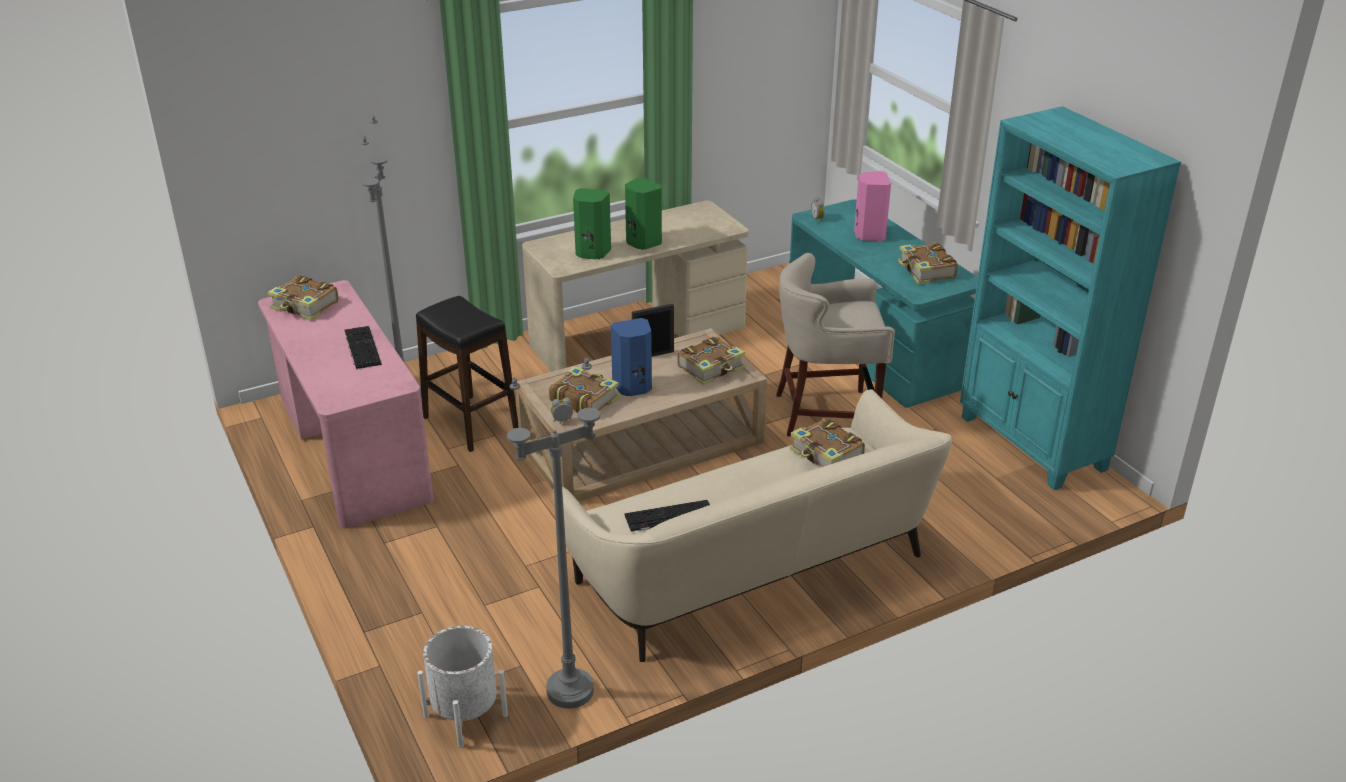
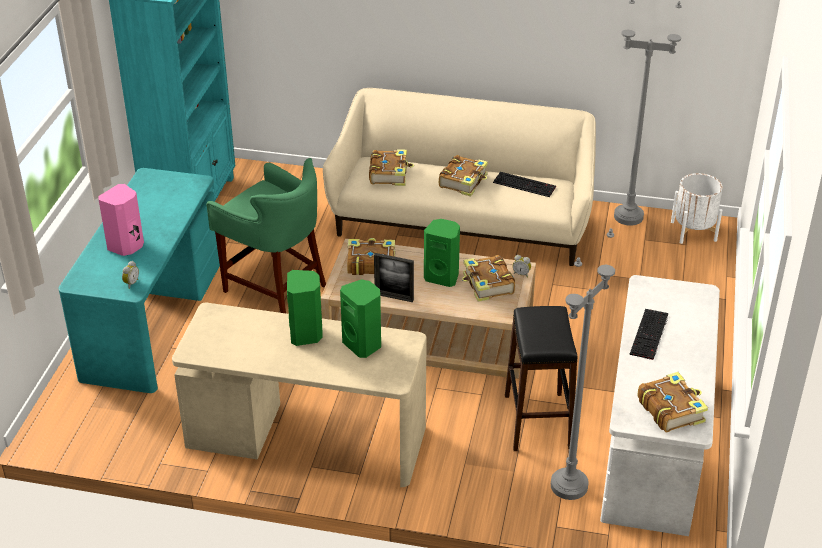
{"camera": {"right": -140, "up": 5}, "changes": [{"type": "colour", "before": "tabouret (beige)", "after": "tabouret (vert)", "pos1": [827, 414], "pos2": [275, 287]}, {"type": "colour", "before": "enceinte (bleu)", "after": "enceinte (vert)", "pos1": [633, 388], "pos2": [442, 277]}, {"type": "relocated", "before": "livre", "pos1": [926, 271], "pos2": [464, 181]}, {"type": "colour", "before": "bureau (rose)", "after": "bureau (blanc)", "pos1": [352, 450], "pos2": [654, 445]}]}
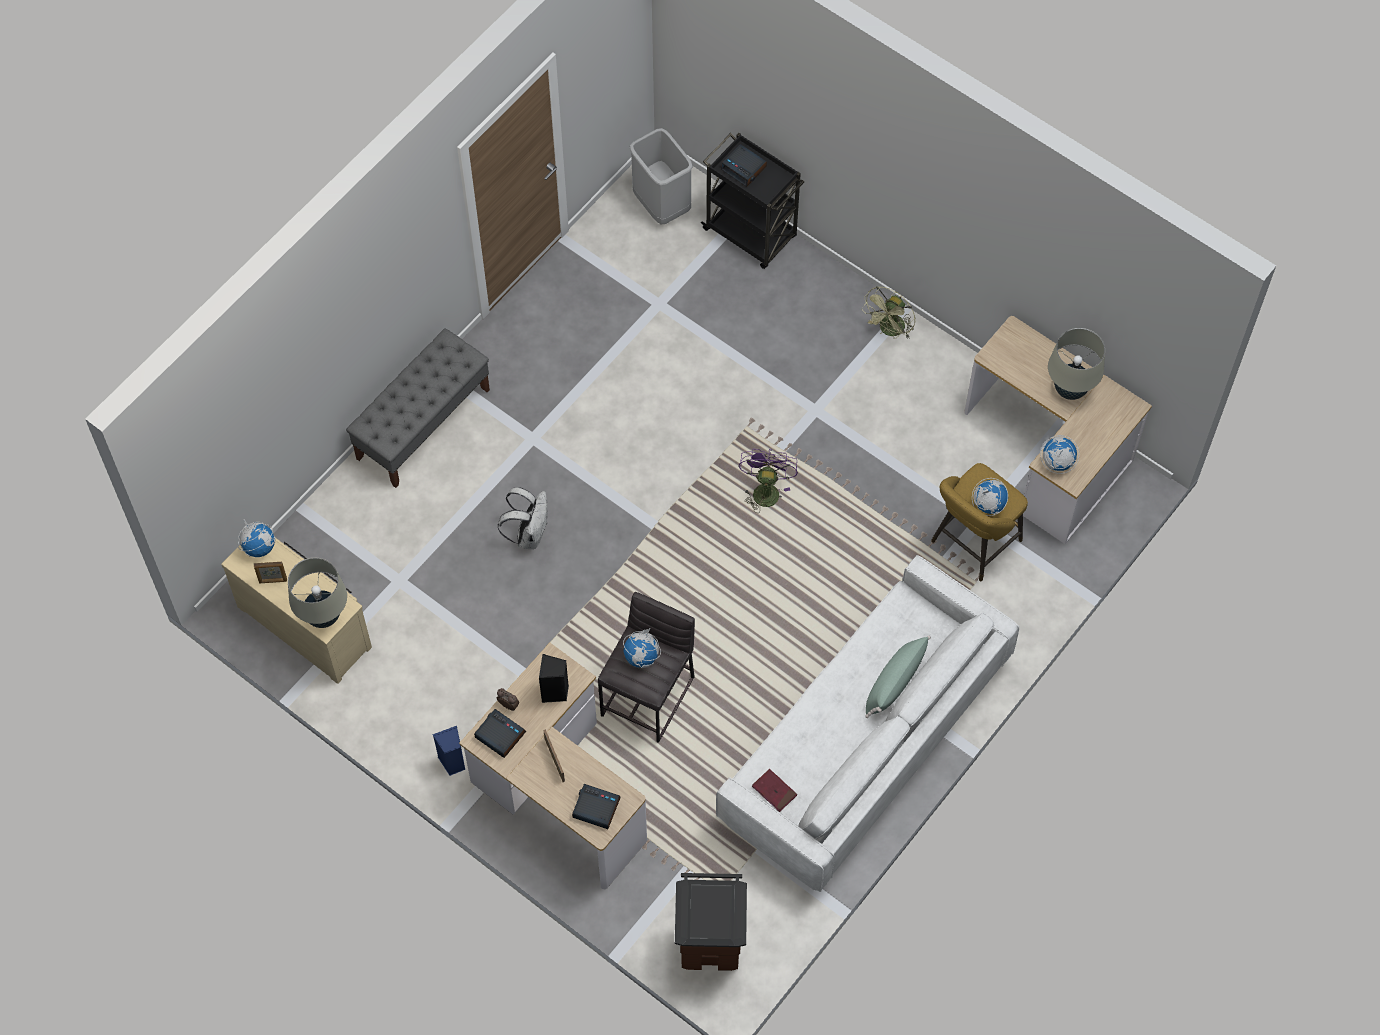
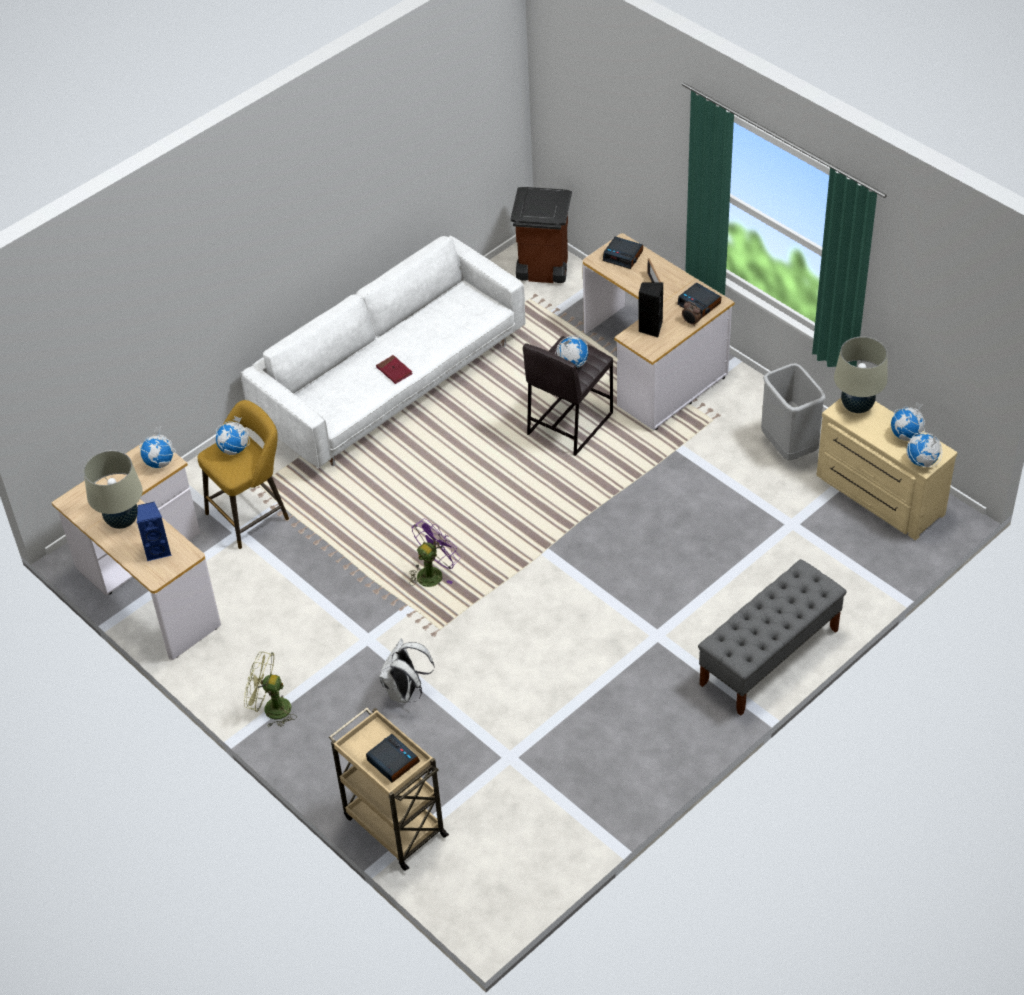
{"camera": {"right": -170, "up": -15}, "changes": [{"type": "relocated", "before": "enceinte (bleu)", "pos1": [453, 762], "pos2": [158, 550]}, {"type": "spun", "before": "ventilateur (vert)", "pos1": [889, 330], "pos2": [271, 709], "turn": -120}, {"type": "colour", "before": "chariot (noir)", "after": "chariot (beige)", "pos1": [751, 234], "pos2": [393, 825]}, {"type": "relocated", "before": "livre (rouge)", "pos1": [774, 791], "pos2": [394, 371]}, {"type": "relocated", "before": "sac à dos (blanc)", "pos1": [529, 534], "pos2": [406, 692]}, {"type": "spun", "before": "ventilateur (violet)", "pos1": [765, 489], "pos2": [433, 573], "turn": -150}, {"type": "relocated", "before": "poubelle (gris)", "pos1": [661, 206], "pos2": [789, 447]}, {"type": "exchanged", "before": "cadre photo", "after": "globe", "pos1": [273, 581], "pos2": [906, 435]}, {"type": "missing", "before": "coussin (vert)", "pos1": [894, 683]}]}
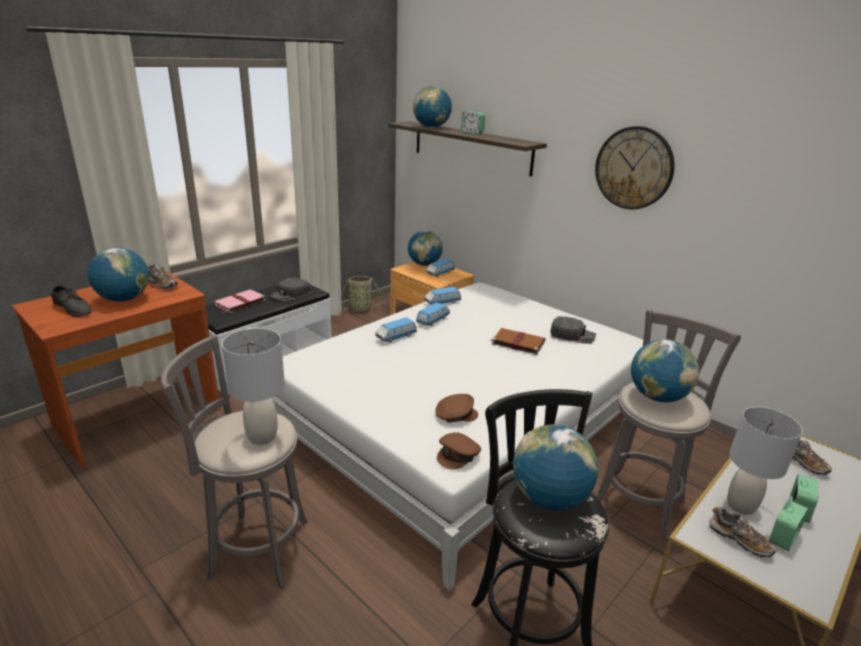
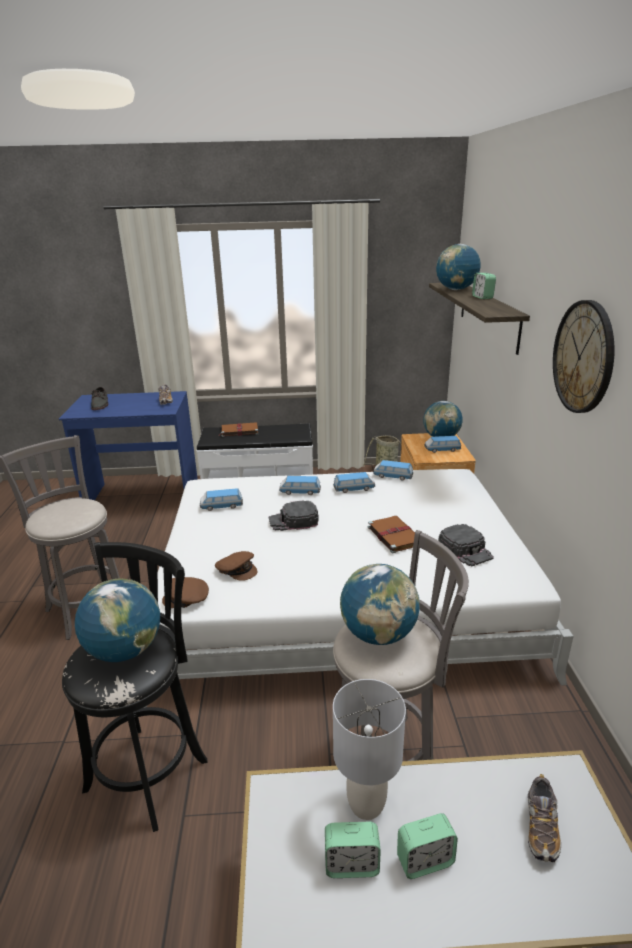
{"camera": {"right": 45, "up": 0}, "changes": [{"type": "colour", "before": "bureau (marron)", "after": "bureau (bleu)", "pos1": [139, 417], "pos2": [143, 497]}, {"type": "appeared", "after": "petite voiture", "pos2": [221, 506]}, {"type": "colour", "before": "livre (rose)", "after": "livre (marron)", "pos1": [239, 303], "pos2": [239, 431]}, {"type": "relocated", "before": "casquette (noir)", "pos1": [290, 294], "pos2": [293, 521]}, {"type": "missing", "before": "globe", "pos1": [124, 299]}, {"type": "missing", "before": "lampe de table (gris)", "pos1": [263, 437]}, {"type": "missing", "before": "chaussure", "pos1": [739, 540]}]}
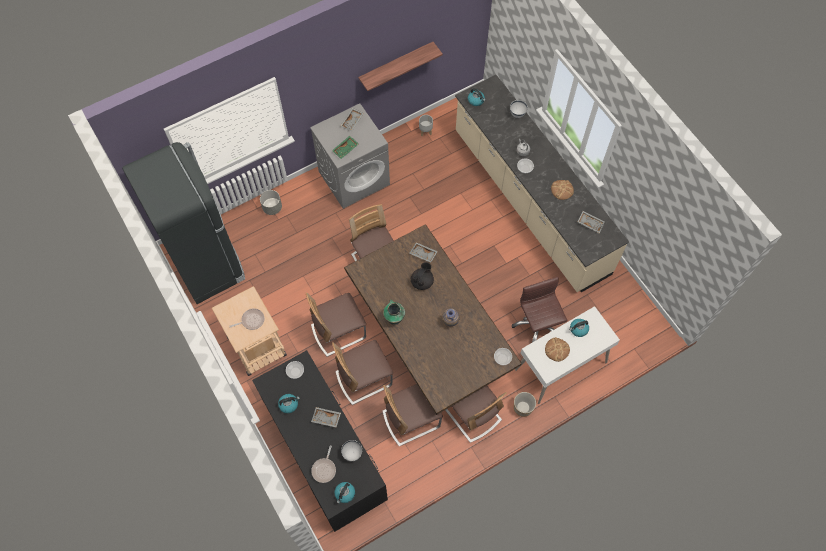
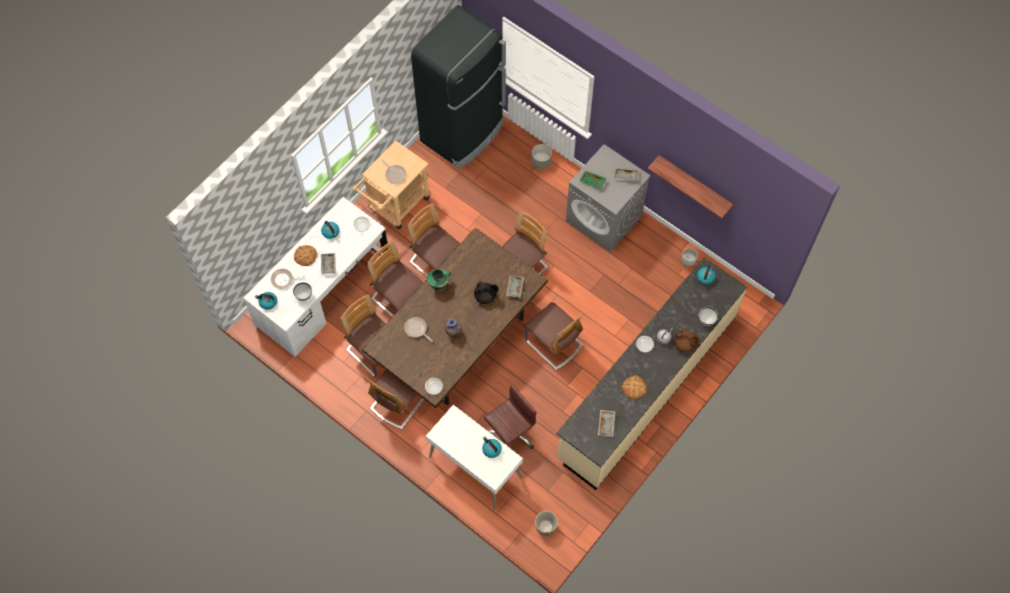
{"camera": {"right": 70, "up": 0}, "changes": [{"type": "colour", "before": "bureau (noir)", "after": "bureau (blanc)", "pos1": [324, 449], "pos2": [323, 291]}, {"type": "relocated", "before": "pain", "pos1": [557, 350], "pos2": [305, 256]}, {"type": "appeared", "after": "poêle", "pos2": [416, 329]}, {"type": "appeared", "after": "chaise", "pos2": [554, 343]}, {"type": "relocated", "before": "cache-pot", "pos1": [523, 408], "pos2": [545, 527]}, {"type": "appeared", "after": "théière (marron)", "pos2": [685, 344]}]}
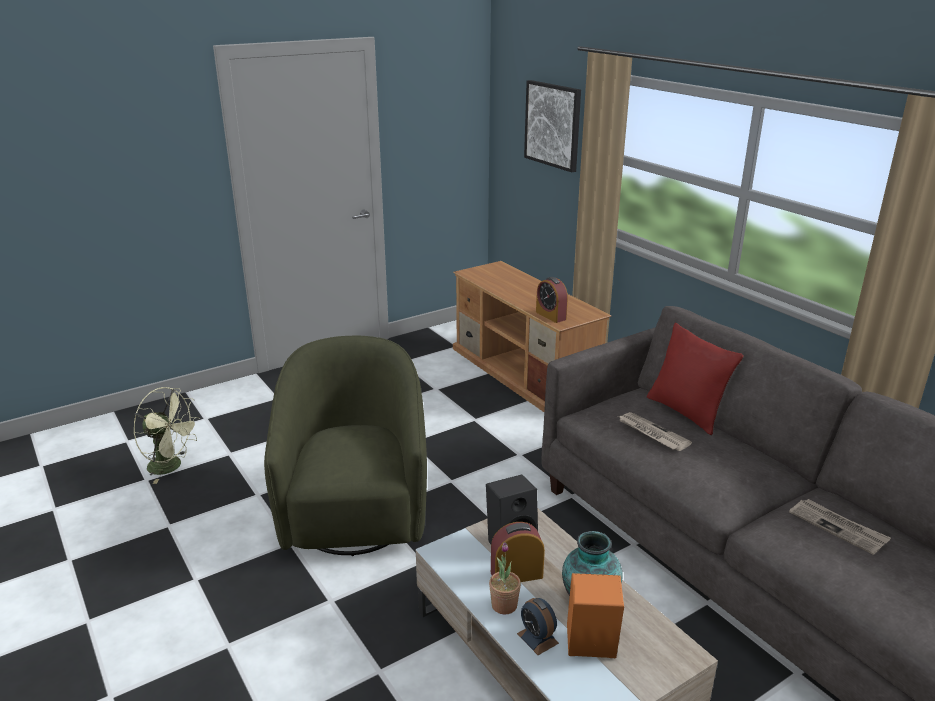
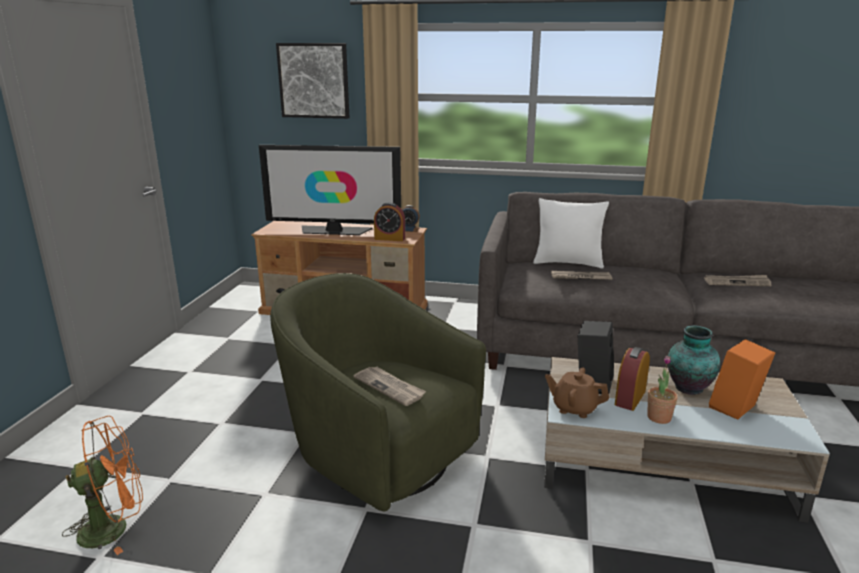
{"camera": {"right": -45, "up": -5}, "changes": [{"type": "colour", "before": "ventilateur (vert)", "after": "ventilateur (orange)", "pos1": [171, 466], "pos2": [114, 527]}, {"type": "appeared", "after": "téléviseur", "pos2": [334, 231]}, {"type": "appeared", "after": "journal", "pos2": [390, 387]}, {"type": "relocated", "before": "réveil", "pos1": [537, 638], "pos2": [409, 229]}, {"type": "colour", "before": "coussin (rouge)", "after": "coussin (blanc)", "pos1": [686, 412], "pos2": [568, 263]}, {"type": "appeared", "after": "théière (marron)", "pos2": [574, 408]}]}
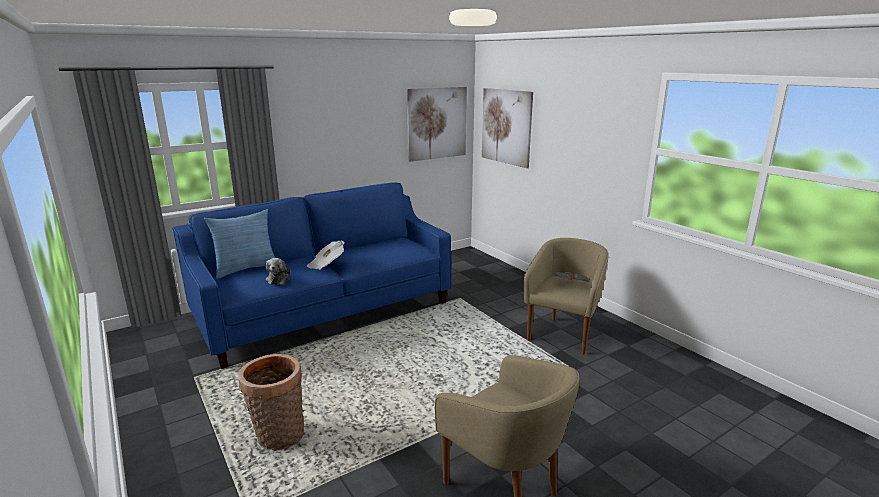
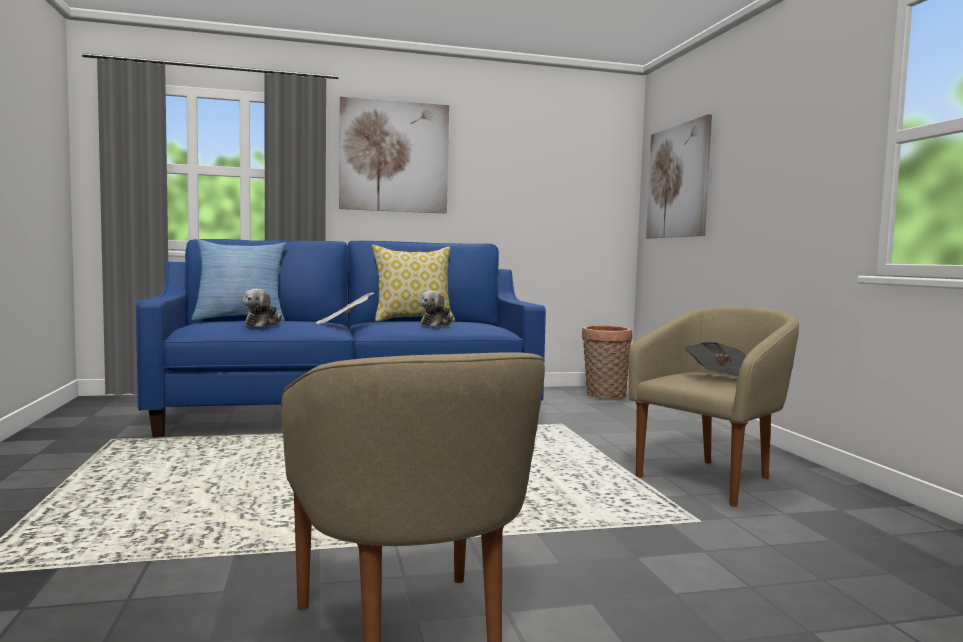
{"camera": {"right": 20, "up": -15}, "changes": [{"type": "relocated", "before": "tableau", "pos1": [437, 123], "pos2": [394, 156]}, {"type": "appeared", "after": "coussin", "pos2": [413, 320]}, {"type": "appeared", "after": "peluche", "pos2": [436, 324]}, {"type": "relocated", "before": "panier", "pos1": [278, 437], "pos2": [604, 396]}]}
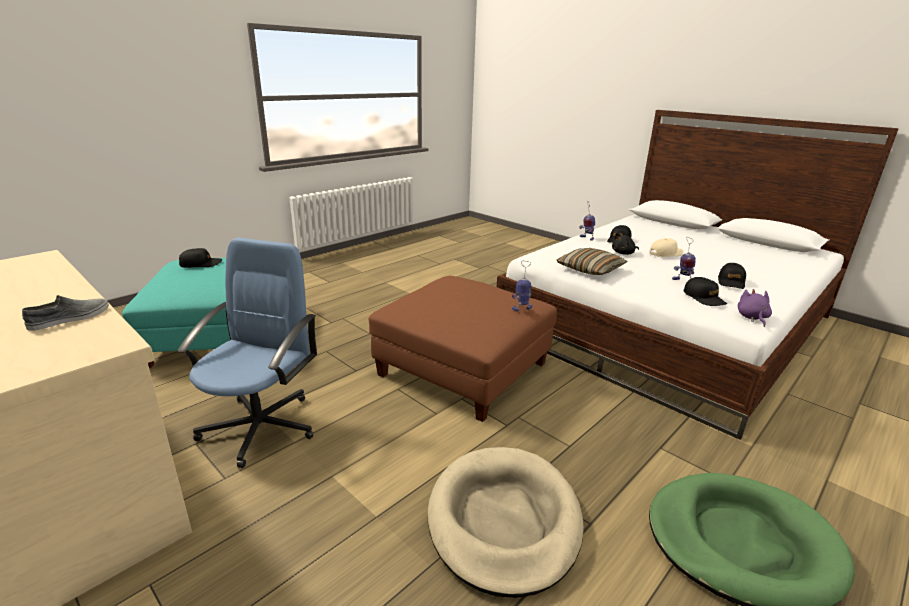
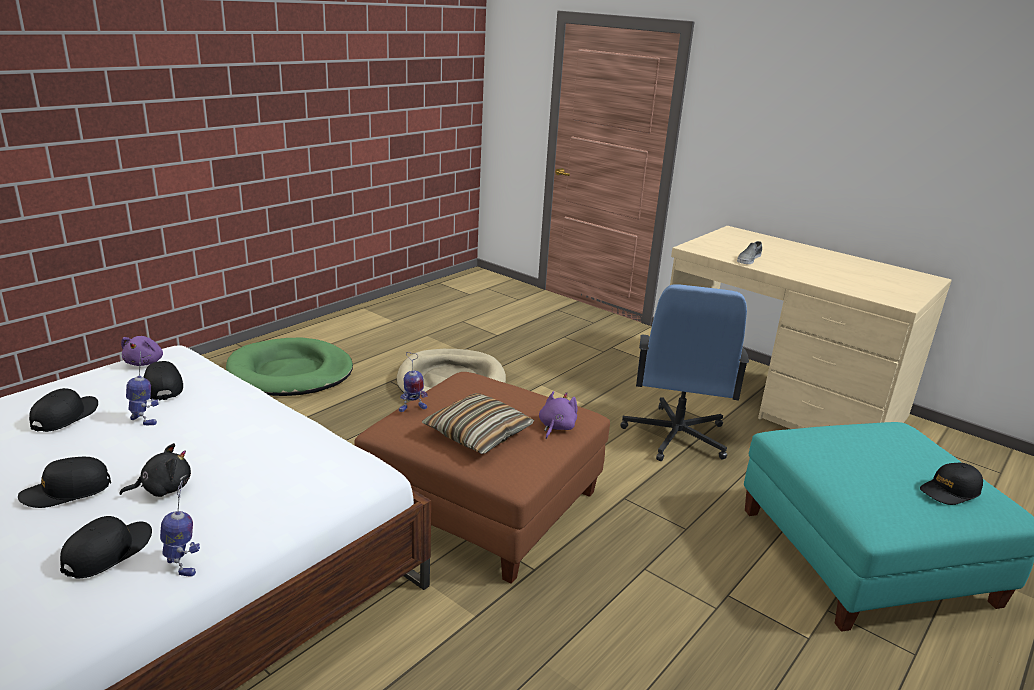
{"camera": {"right": 175, "up": 0}, "changes": [{"type": "colour", "before": "casquette (beige)", "after": "casquette (noir)", "pos1": [665, 253], "pos2": [67, 491]}, {"type": "relocated", "before": "coussin", "pos1": [590, 269], "pos2": [478, 434]}, {"type": "appeared", "after": "peluche (violet)", "pos2": [556, 427]}]}
